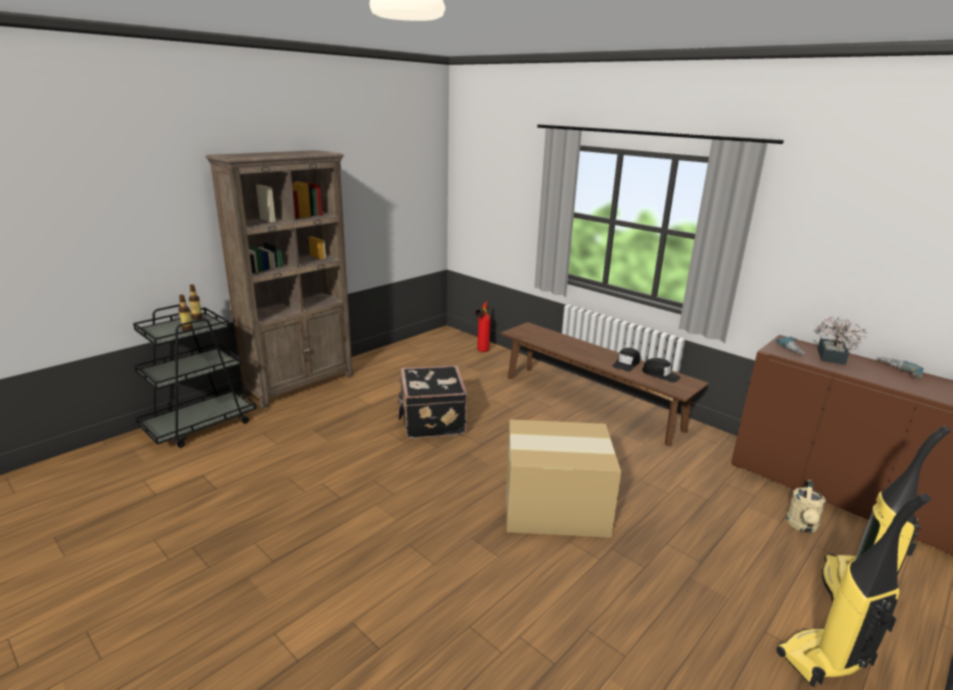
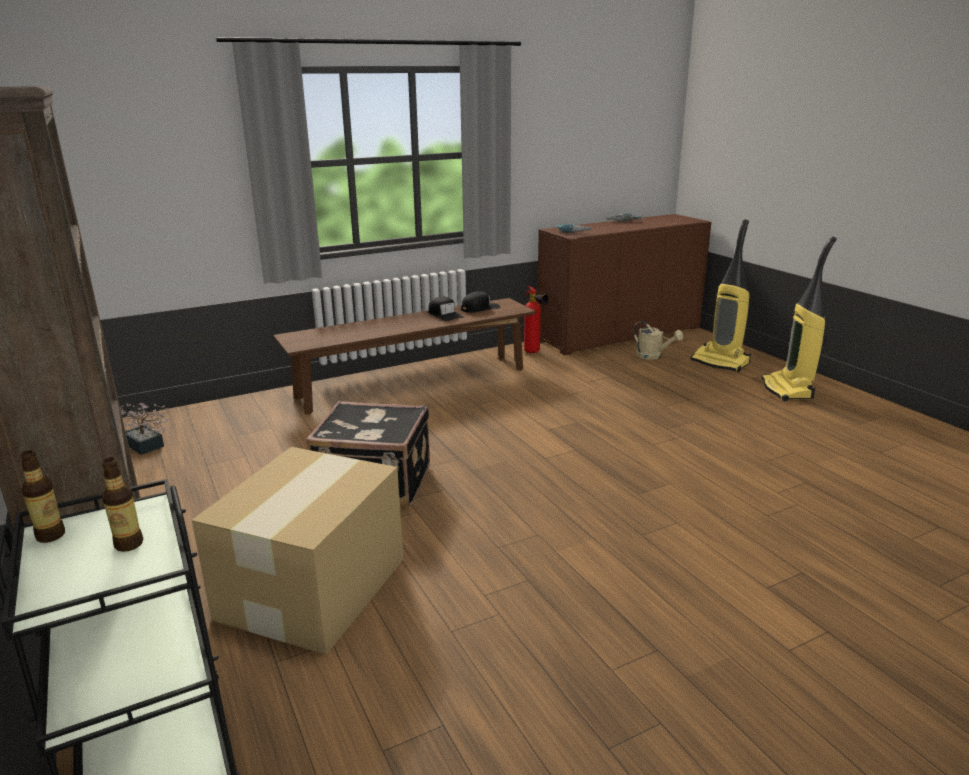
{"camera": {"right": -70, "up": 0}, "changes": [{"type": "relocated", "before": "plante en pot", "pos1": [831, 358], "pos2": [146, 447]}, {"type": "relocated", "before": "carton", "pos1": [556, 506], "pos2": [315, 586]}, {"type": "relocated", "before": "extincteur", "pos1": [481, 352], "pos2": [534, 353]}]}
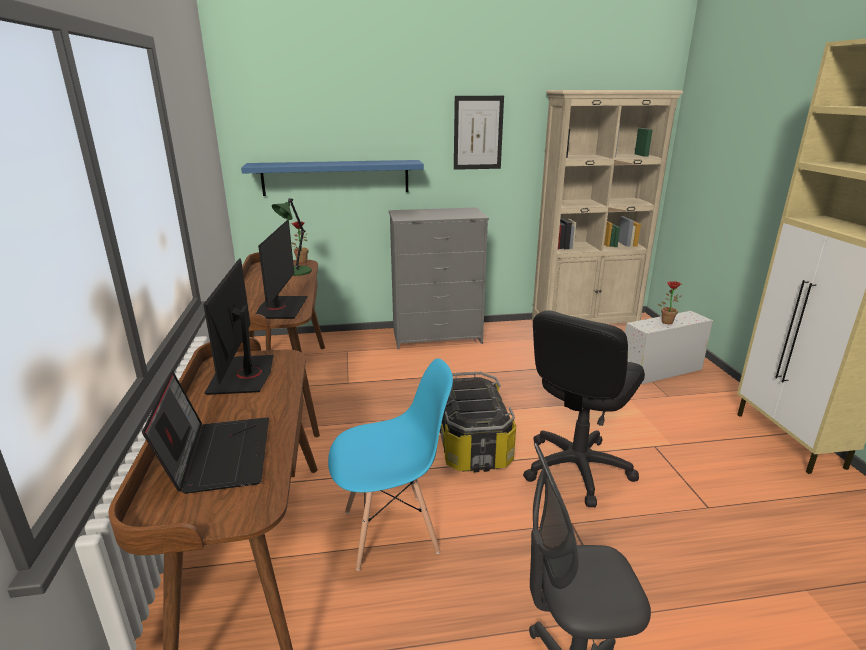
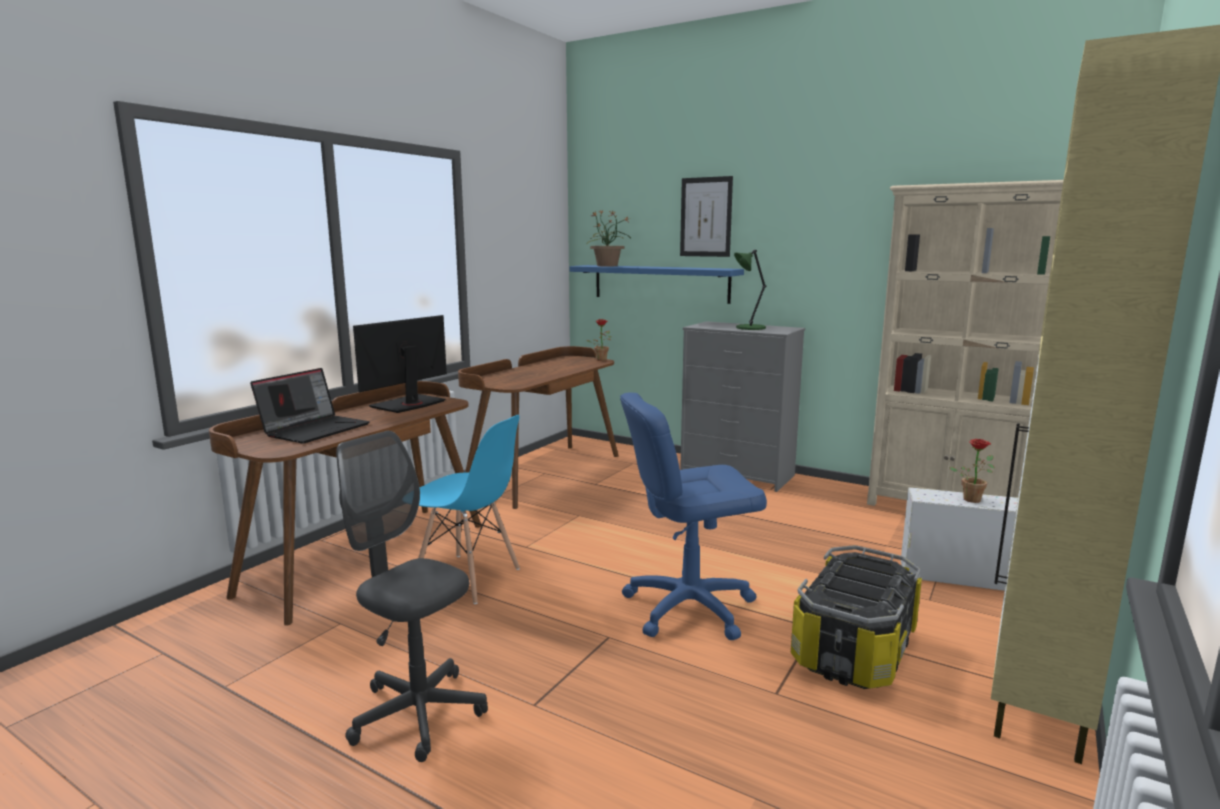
{"camera": {"right": 40, "up": -10}, "changes": [{"type": "appeared", "after": "plante en pot", "pos2": [607, 266]}, {"type": "colour", "before": "chaise de bureau (noir)", "after": "chaise de bureau (bleu)", "pos1": [576, 468], "pos2": [688, 607]}, {"type": "relocated", "before": "tableau", "pos1": [478, 133], "pos2": [706, 217]}, {"type": "relocated", "before": "lampe de table (vert)", "pos1": [296, 272], "pos2": [749, 328]}, {"type": "relocated", "before": "boîte de rangement", "pos1": [471, 443], "pos2": [853, 648]}, {"type": "missing", "before": "écran d'ordinateur", "pos1": [281, 308]}]}
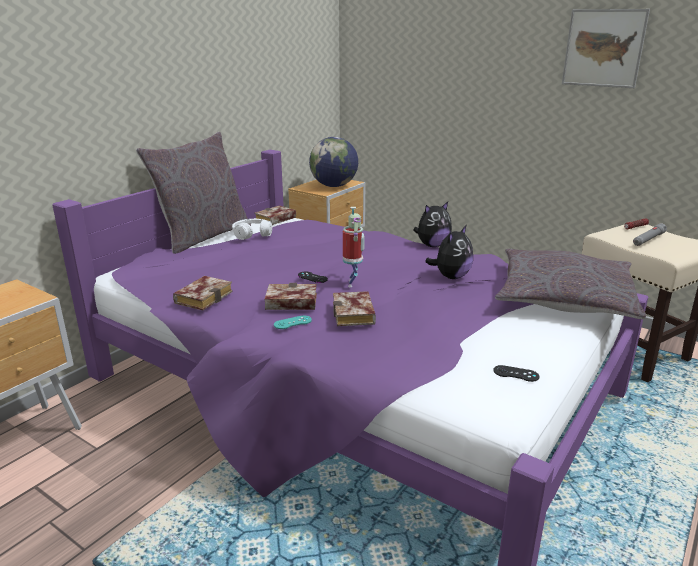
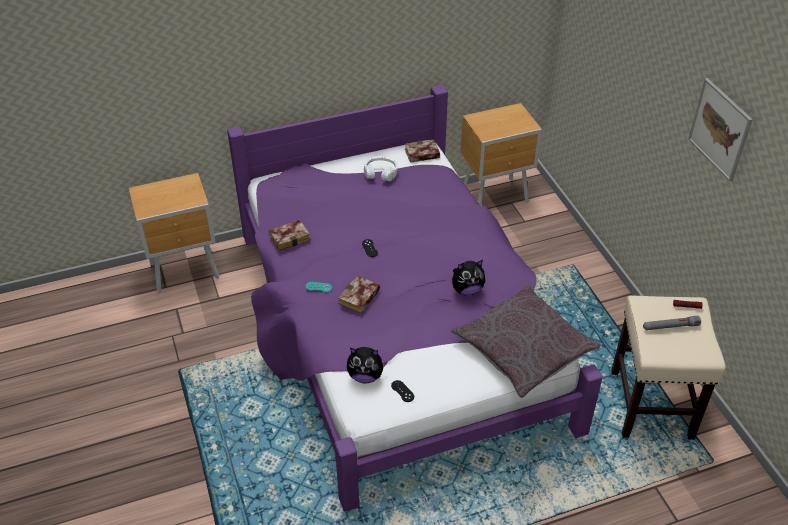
{"camera": {"right": 35, "up": 20}, "changes": [{"type": "relocated", "before": "peluche", "pos1": [432, 245], "pos2": [365, 376]}, {"type": "missing", "before": "coussin (gris)", "pos1": [203, 237]}, {"type": "missing", "before": "livre", "pos1": [289, 303]}, {"type": "missing", "before": "globe", "pos1": [334, 186]}, {"type": "missing", "before": "robot jouet", "pos1": [353, 283]}]}
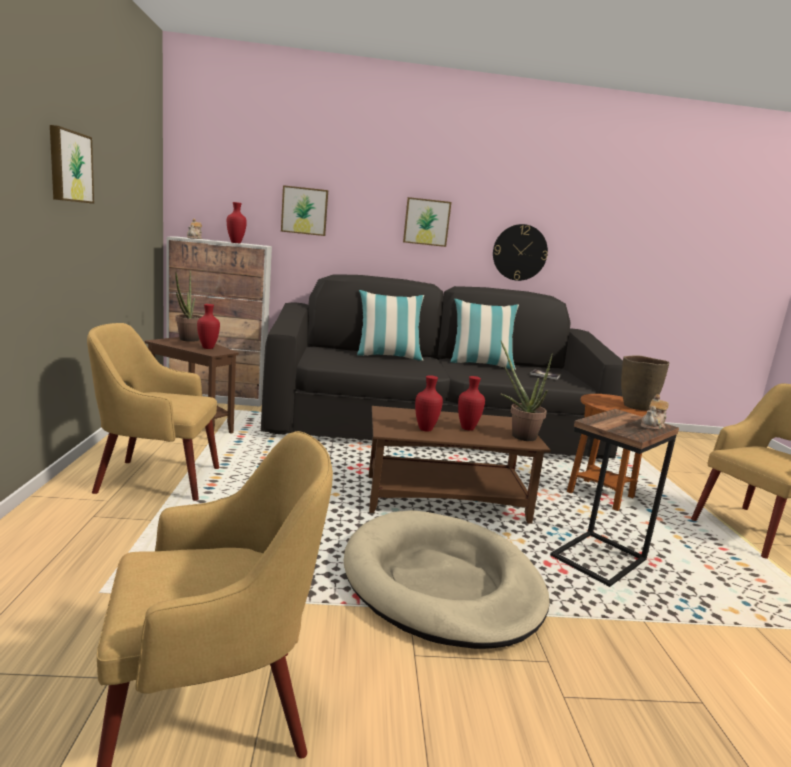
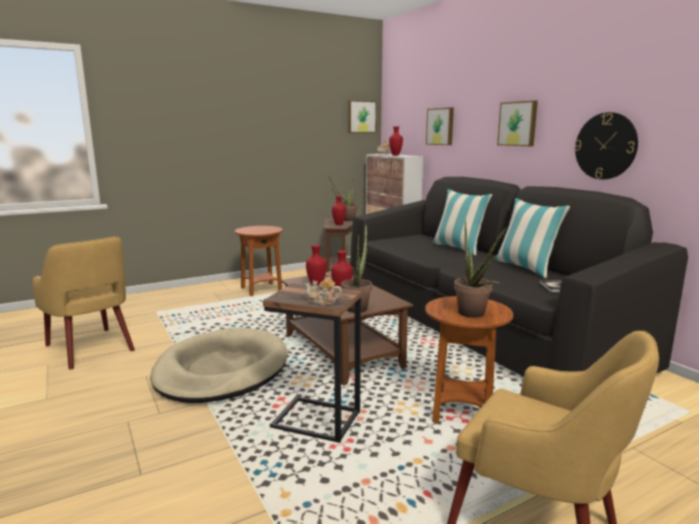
{"camera": {"right": 65, "up": 0}, "changes": [{"type": "exchanged", "before": "fauteuil (jaune)", "after": "table d'appoint (marron)", "pos1": [155, 479], "pos2": [261, 290]}, {"type": "relocated", "before": "tableau", "pos1": [69, 166], "pos2": [361, 117]}, {"type": "exchanged", "before": "vase (marron)", "after": "plante en pot", "pos1": [636, 407], "pos2": [474, 315]}]}
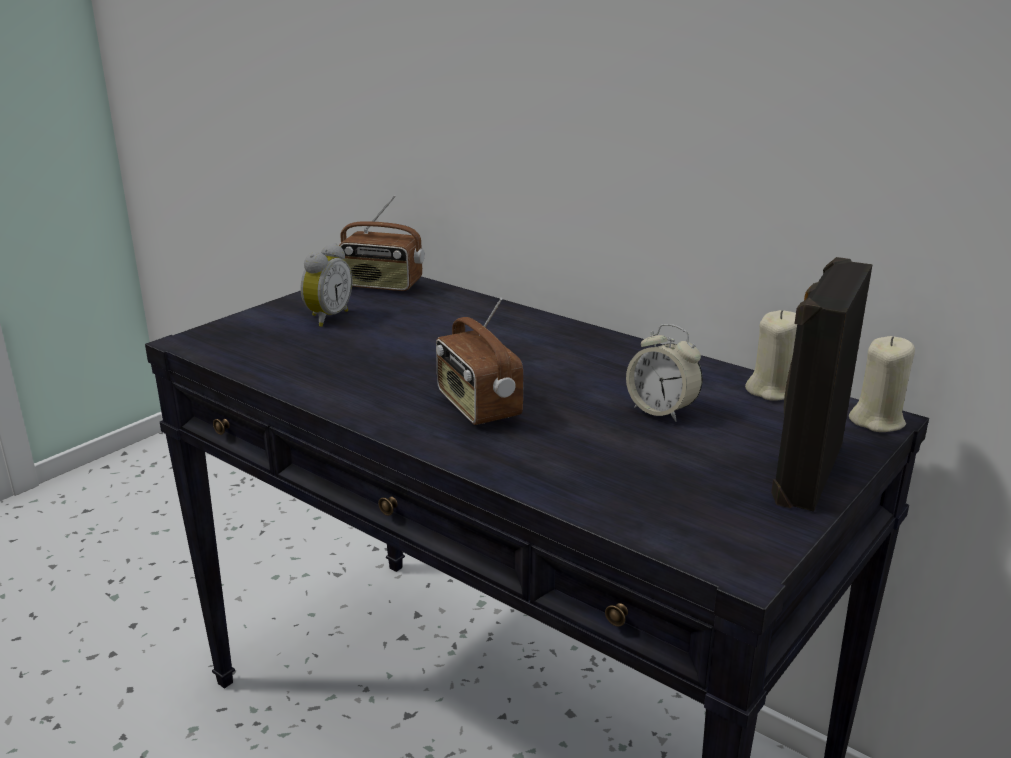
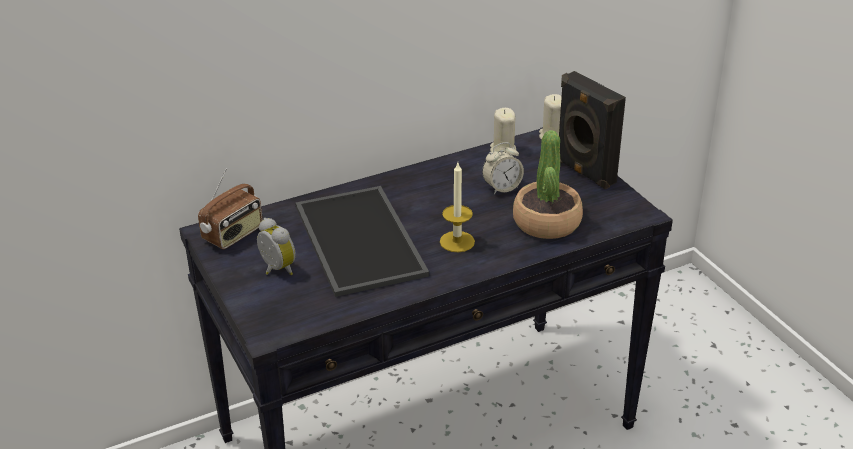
{"camera": {"right": -65, "up": 10}, "changes": [{"type": "appeared", "after": "plateau", "pos2": [356, 239]}, {"type": "exchanged", "before": "radio", "after": "bougie", "pos1": [477, 406], "pos2": [457, 241]}, {"type": "appeared", "after": "plante en pot", "pos2": [547, 222]}]}
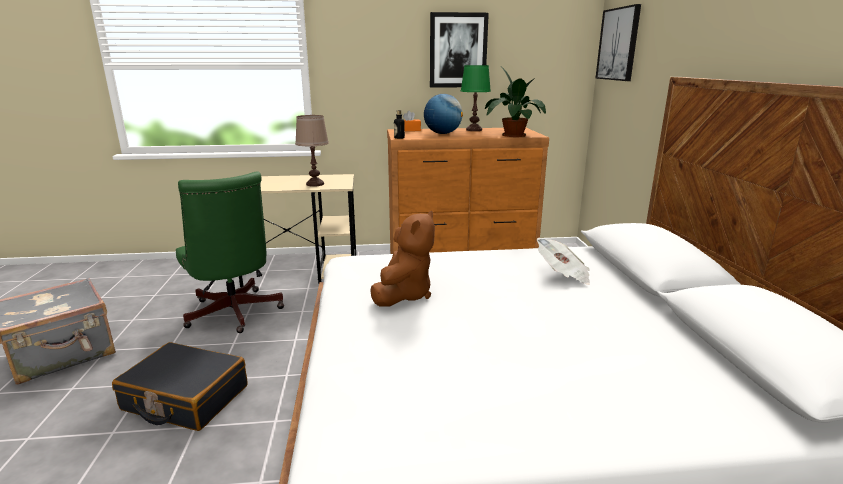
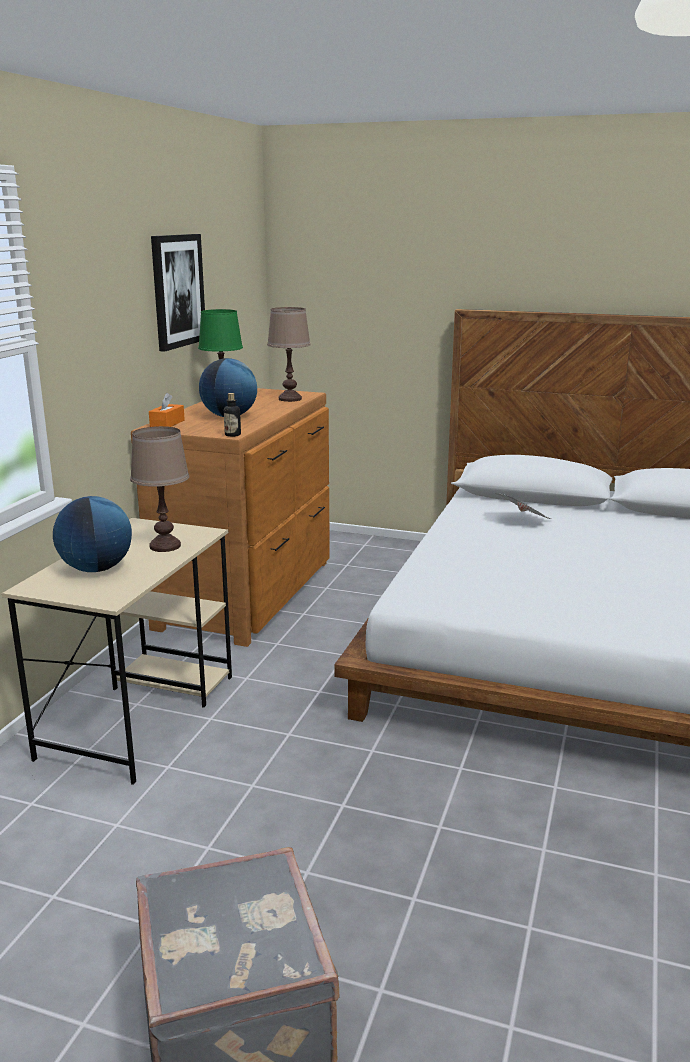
{"camera": {"right": -65, "up": 0}, "changes": [{"type": "appeared", "after": "globe", "pos2": [96, 569]}, {"type": "exchanged", "before": "plante en pot", "after": "lampe de table (marron)", "pos1": [512, 135], "pos2": [290, 399]}, {"type": "missing", "before": "valise (noir)", "pos1": [185, 398]}, {"type": "missing", "before": "chaise de bureau (vert)", "pos1": [234, 315]}, {"type": "missing", "before": "peluche (marron)", "pos1": [404, 294]}, {"type": "missing", "before": "tableau", "pos1": [618, 44]}]}
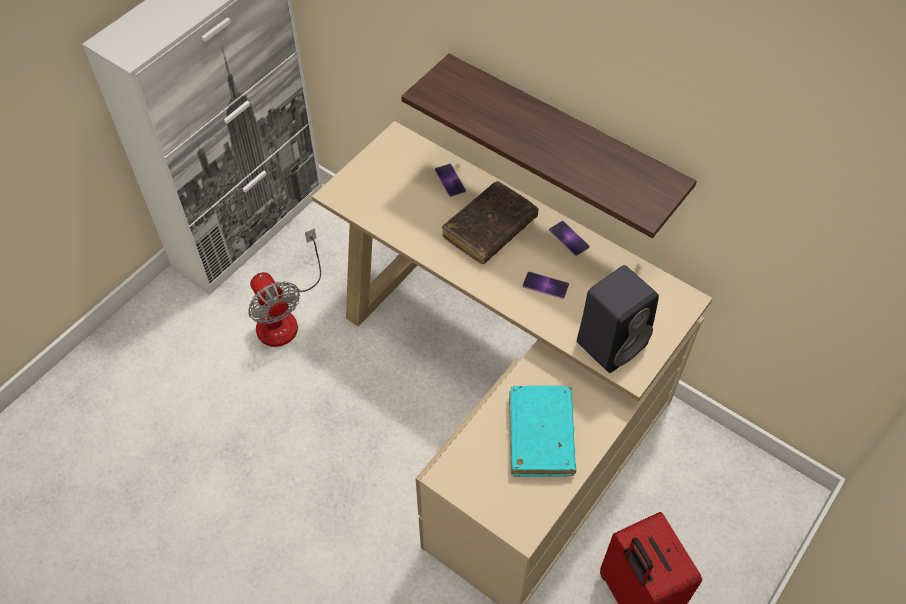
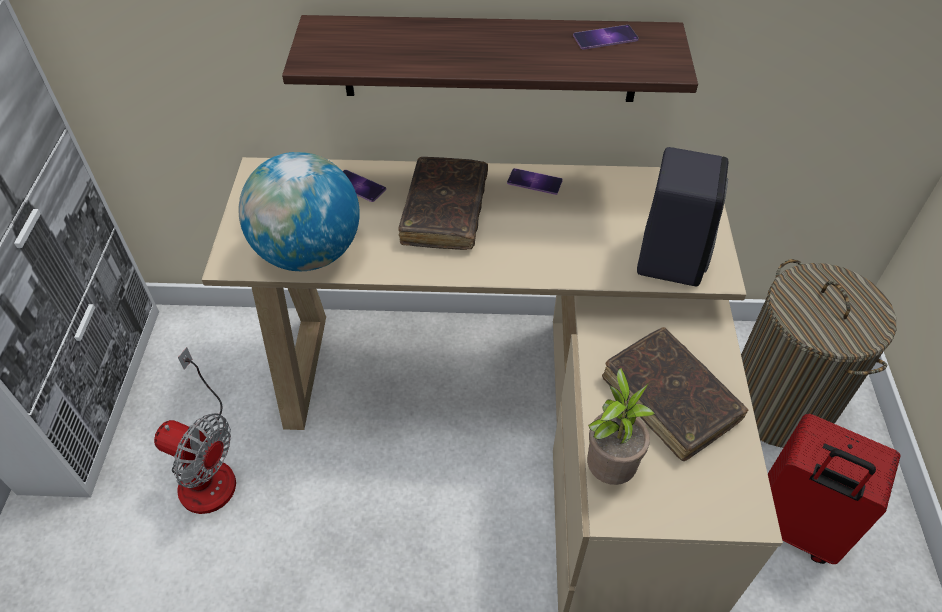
{"camera": {"right": -35, "up": -5}, "changes": [{"type": "appeared", "after": "globe", "pos2": [309, 253]}, {"type": "relocated", "before": "téléphone", "pos1": [545, 285], "pos2": [605, 37]}, {"type": "appeared", "after": "plante en pot", "pos2": [608, 469]}, {"type": "colour", "before": "livre (turquoise)", "after": "livre (marron)", "pos1": [540, 436], "pos2": [670, 399]}, {"type": "appeared", "after": "panier à linge", "pos2": [779, 404]}]}
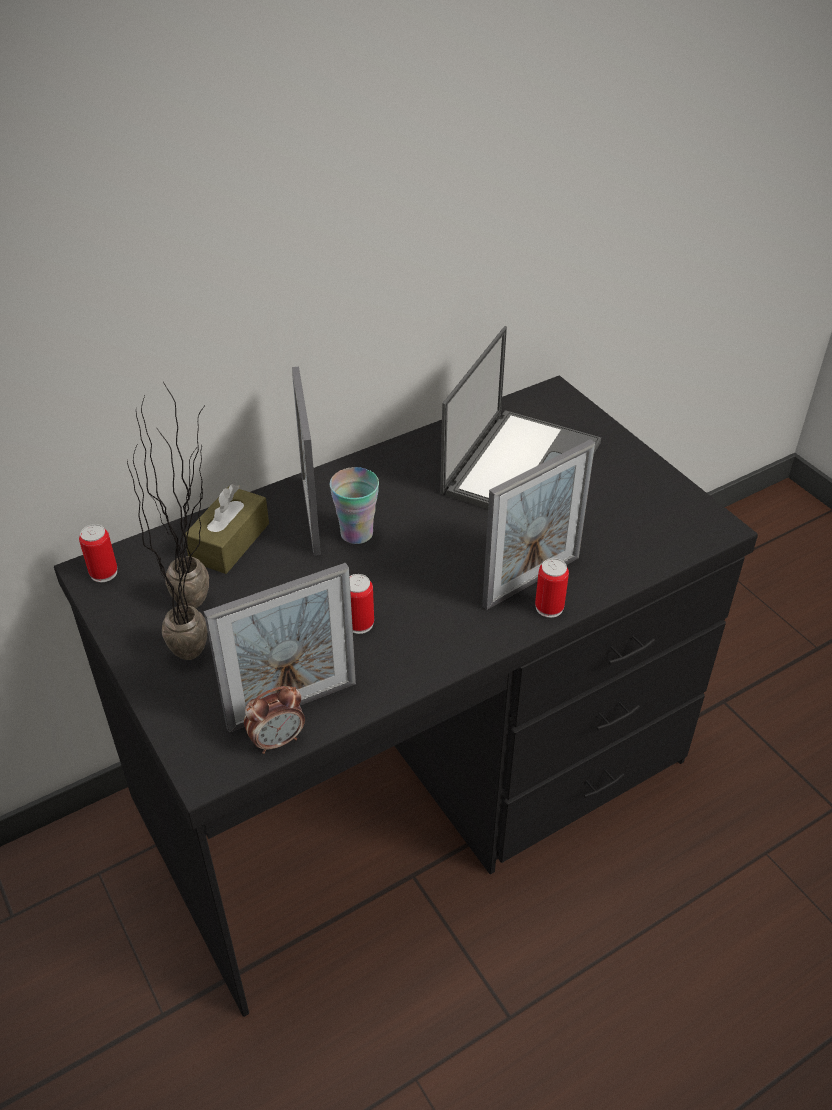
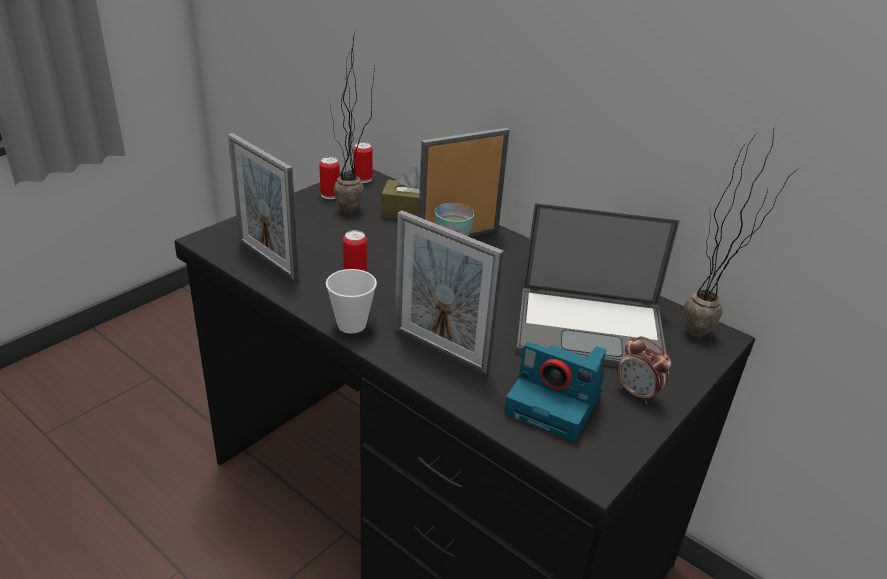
{"camera": {"right": 70, "up": -10}, "changes": [{"type": "relocated", "before": "boîte métallique", "pos1": [549, 607], "pos2": [330, 195]}, {"type": "appeared", "after": "tasse", "pos2": [351, 325]}, {"type": "appeared", "after": "appareil photo", "pos2": [556, 403]}, {"type": "relocated", "before": "réveil", "pos1": [277, 740], "pos2": [637, 393]}, {"type": "relocated", "before": "plante en pot", "pos1": [203, 649], "pos2": [705, 338]}]}
